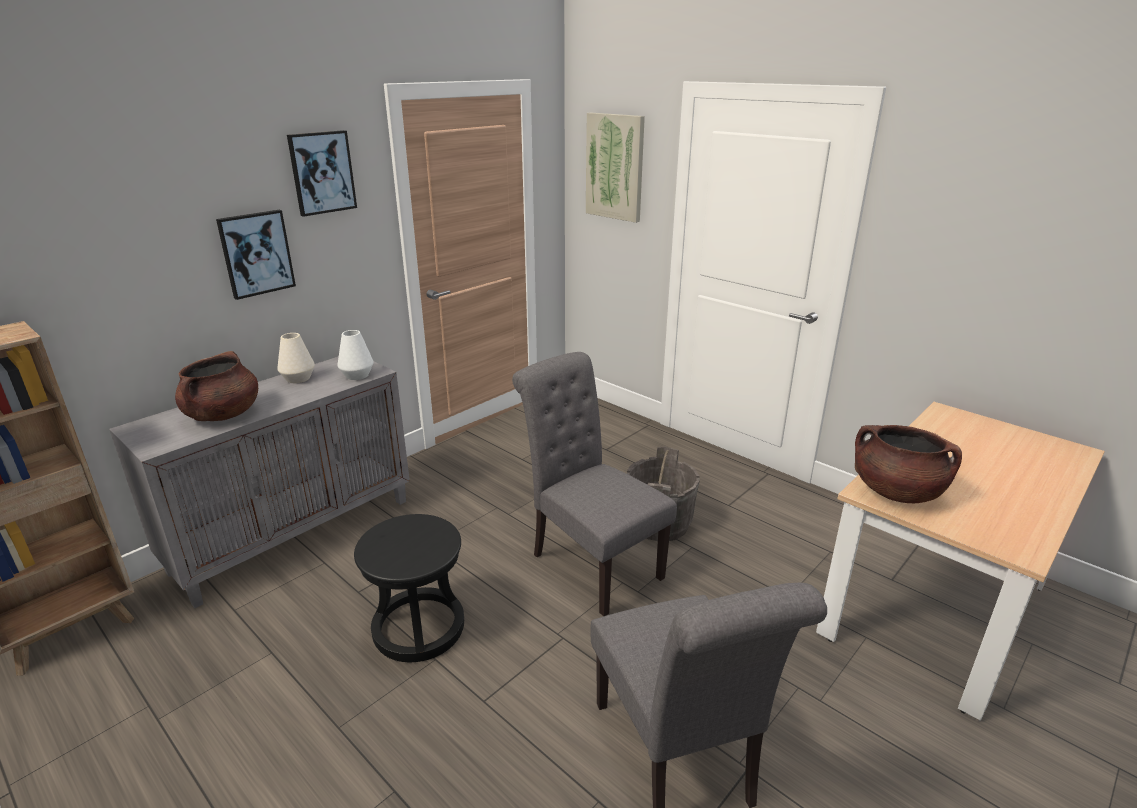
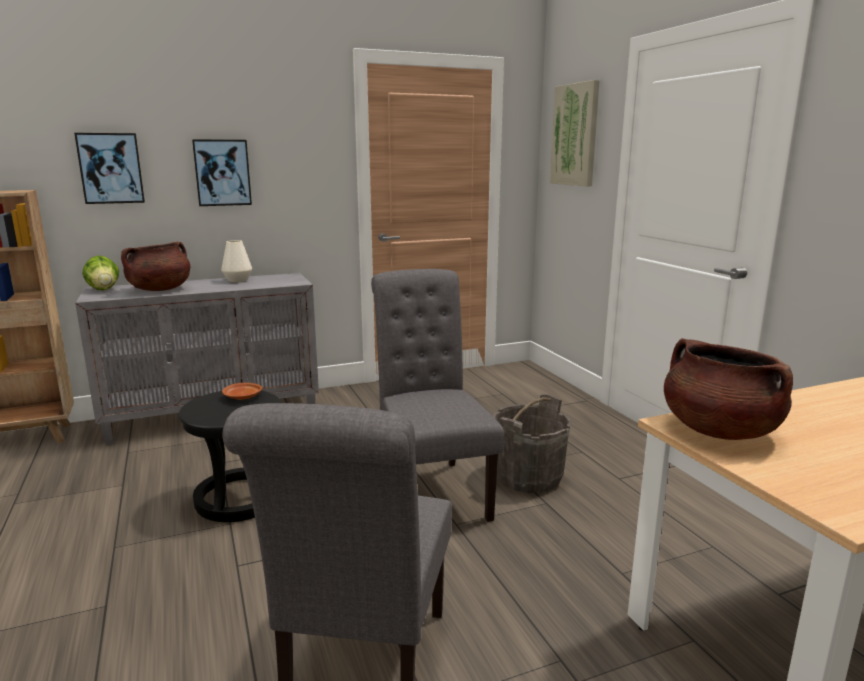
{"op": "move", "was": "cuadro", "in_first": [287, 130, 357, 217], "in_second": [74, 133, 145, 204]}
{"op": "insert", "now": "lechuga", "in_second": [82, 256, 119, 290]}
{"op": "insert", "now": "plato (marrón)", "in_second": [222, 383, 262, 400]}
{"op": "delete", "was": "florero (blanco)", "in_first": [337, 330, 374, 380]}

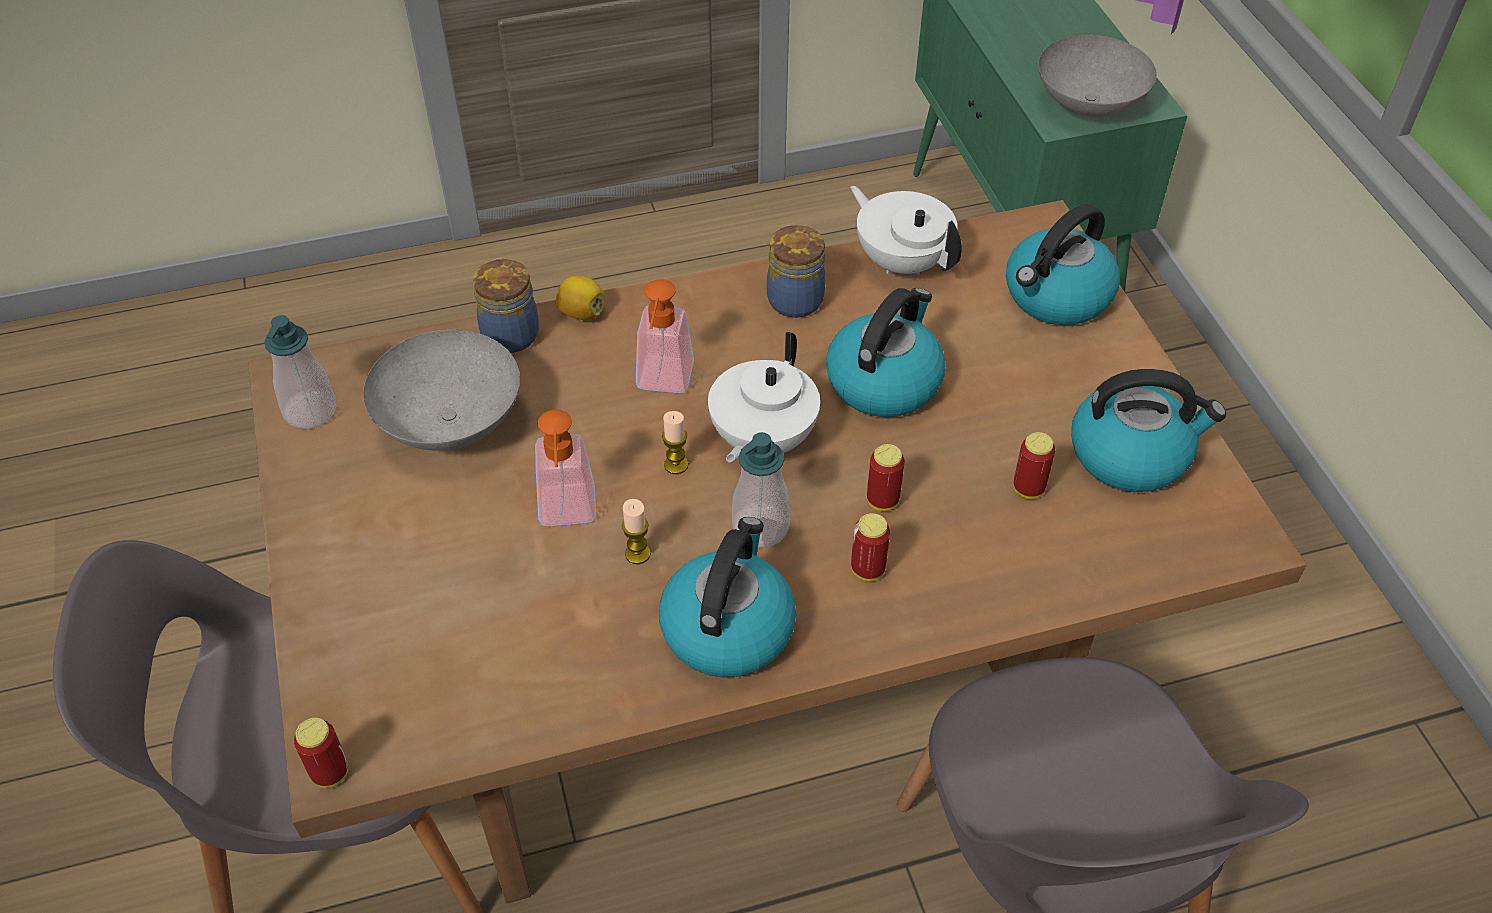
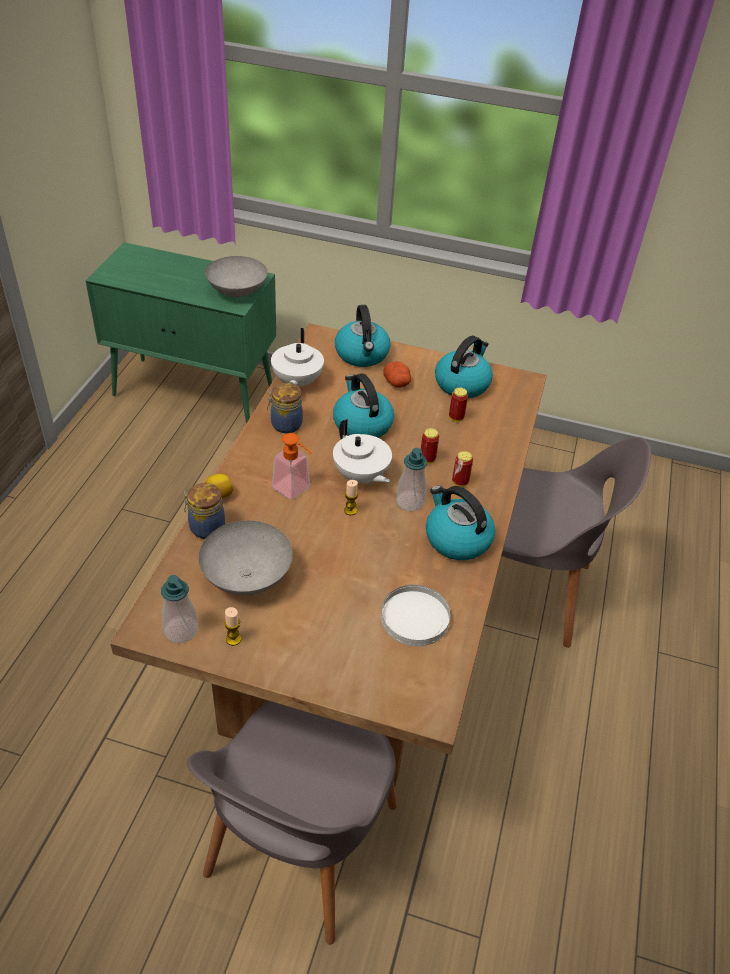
{"op": "move", "was": "vela", "in_first": [622, 499, 651, 564], "in_second": [224, 607, 241, 646]}
{"op": "rotate", "was": "tetera (blanco)", "in_first": [850, 186, 962, 275], "in_second": [271, 328, 324, 387], "clockwise": -75}
{"op": "insert", "now": "plato (blanco)", "in_second": [381, 585, 450, 646]}
{"op": "insert", "now": "patata", "in_second": [384, 362, 411, 388]}
{"op": "delete", "was": "lata", "in_first": [294, 718, 349, 788]}
{"op": "delete", "was": "dispensador de jabón", "in_first": [535, 409, 596, 526]}

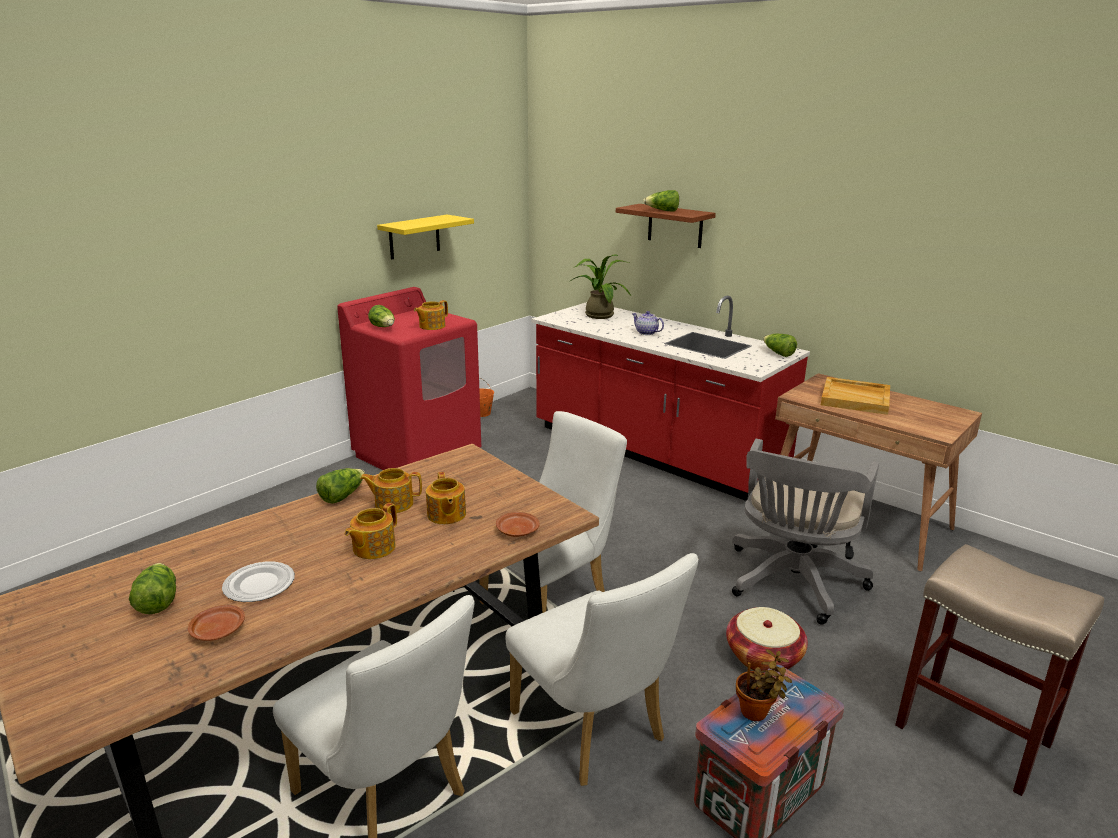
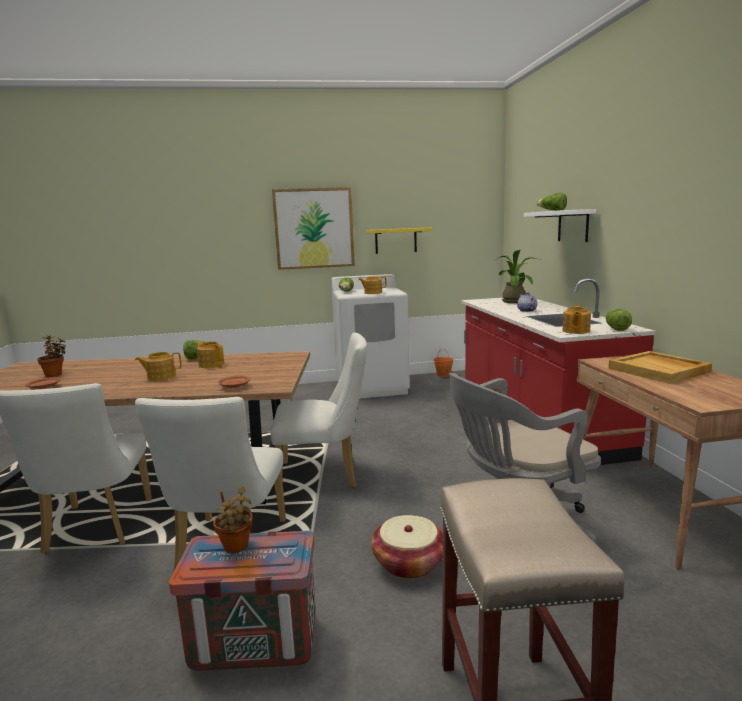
{"op": "replace", "was": "lechuga", "now": "planta en maceta", "in_first": [129, 563, 176, 614], "in_second": [37, 336, 66, 377]}
{"op": "insert", "now": "cuadro", "in_second": [272, 187, 355, 270]}
{"op": "recolor", "was": "lavadora (rojo)", "now": "lavadora (blanco)", "in_first": [337, 287, 481, 470], "in_second": [331, 274, 410, 399]}
{"op": "recolor", "was": "estante (marrón)", "now": "estante (blanco)", "in_first": [616, 204, 716, 248], "in_second": [524, 209, 596, 242]}
{"op": "move", "was": "tetera", "in_first": [426, 472, 466, 524], "in_second": [563, 306, 591, 334]}
{"op": "delete", "was": "plato", "in_first": [222, 562, 295, 602]}

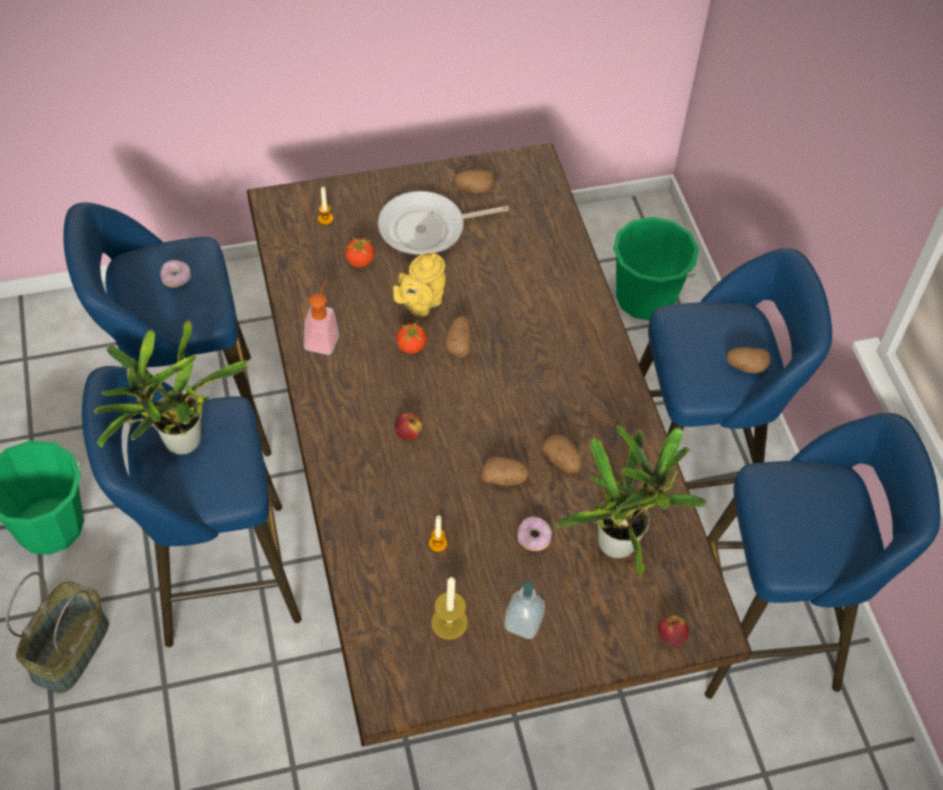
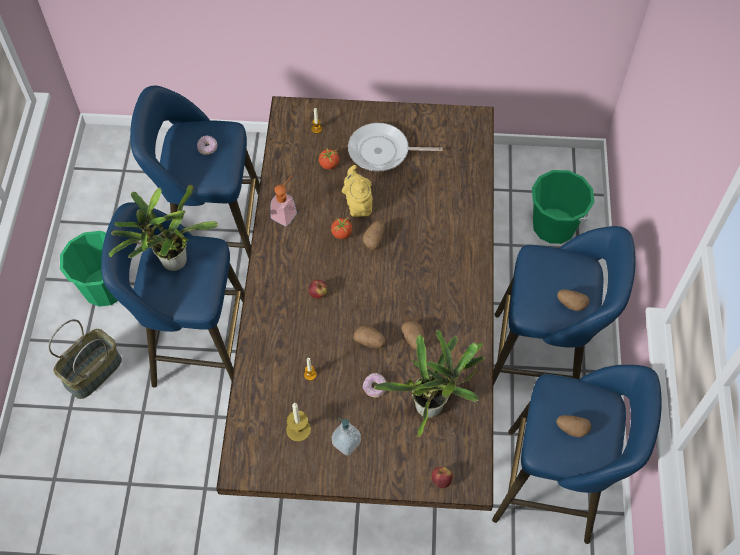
{"op": "rotate", "was": "tetera (amarillo)", "in_first": [393, 253, 446, 318], "in_second": [342, 165, 373, 217], "clockwise": 105}
{"op": "move", "was": "patata", "in_first": [454, 170, 495, 193], "in_second": [556, 415, 591, 437]}

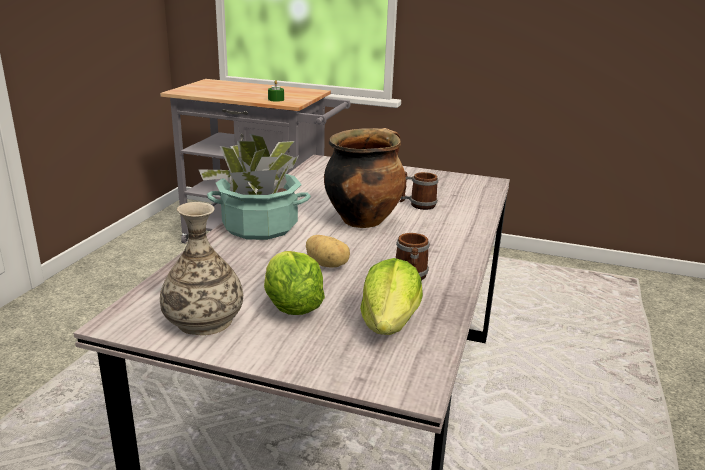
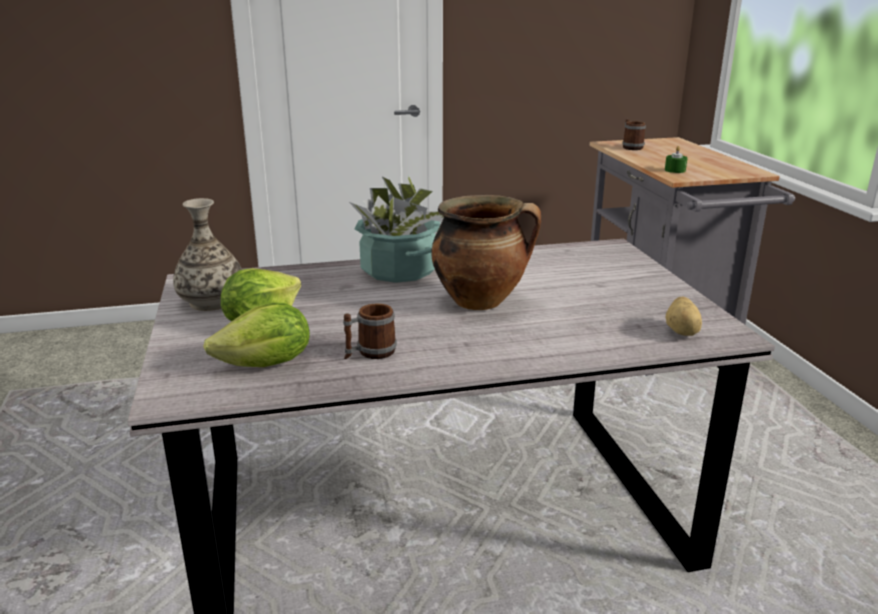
{"op": "move", "was": "taza grande", "in_first": [399, 172, 438, 210], "in_second": [622, 118, 646, 150]}
{"op": "move", "was": "patata", "in_first": [306, 235, 350, 268], "in_second": [665, 297, 702, 336]}

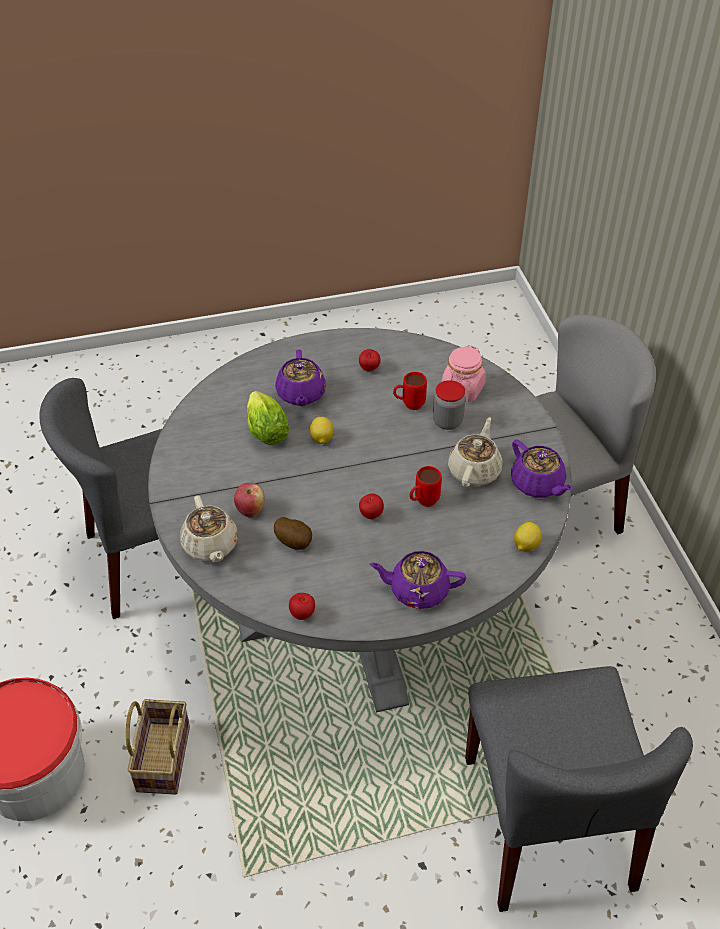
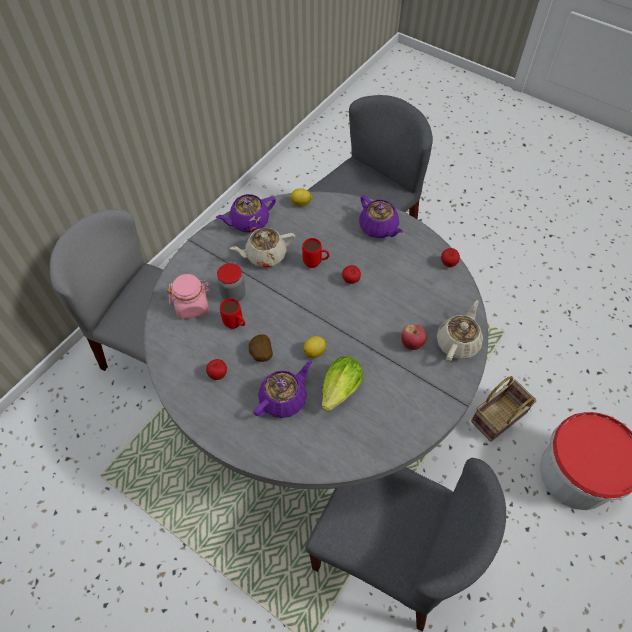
{"op": "rotate", "was": "tetera (morado)", "in_first": [511, 440, 573, 498], "in_second": [216, 194, 276, 233], "clockwise": -135}
{"op": "move", "was": "patata", "in_first": [274, 517, 312, 550], "in_second": [249, 334, 273, 362]}

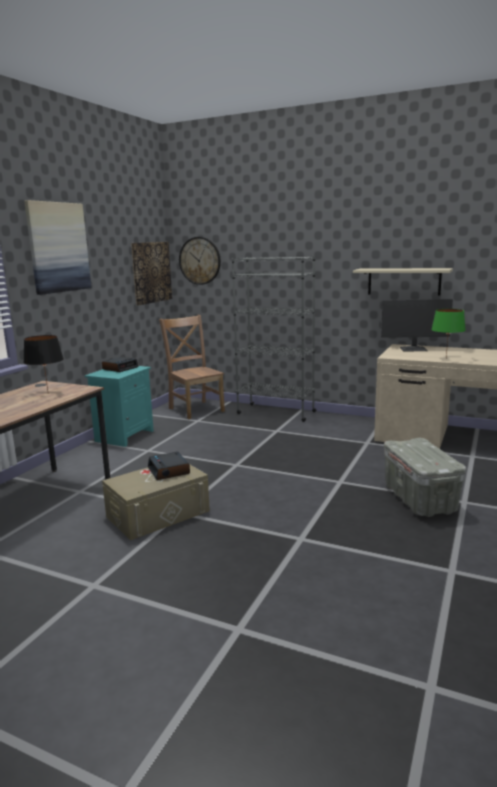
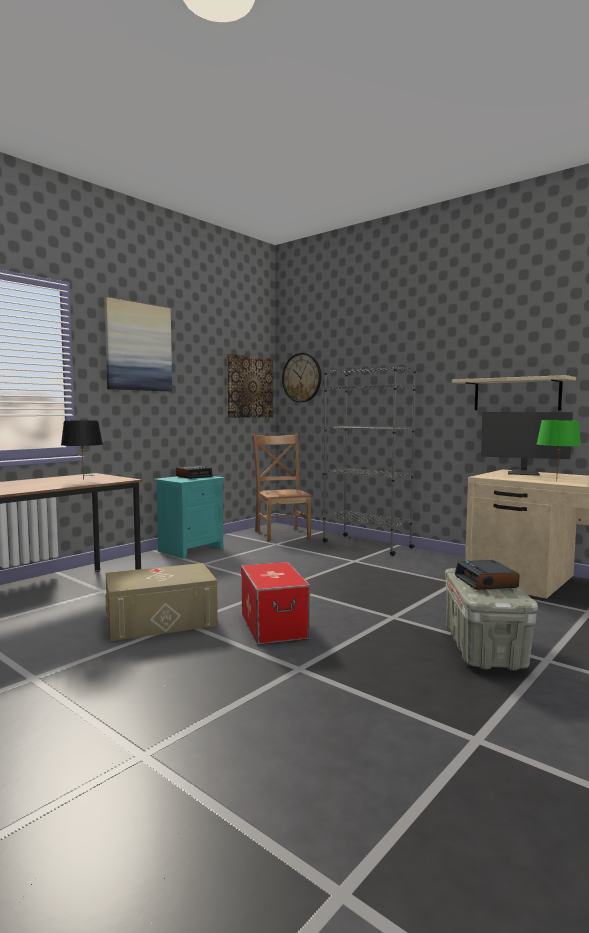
{"op": "insert", "now": "caja de almacenaje", "in_second": [241, 562, 310, 645]}
{"op": "move", "was": "despertador", "in_first": [148, 452, 190, 480], "in_second": [454, 560, 519, 590]}

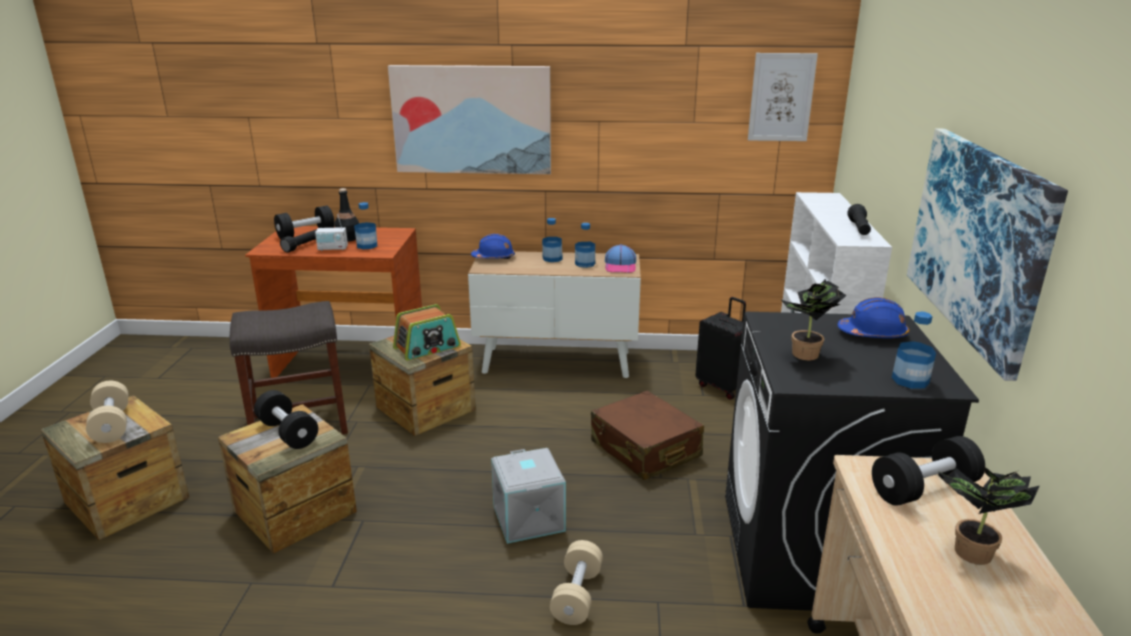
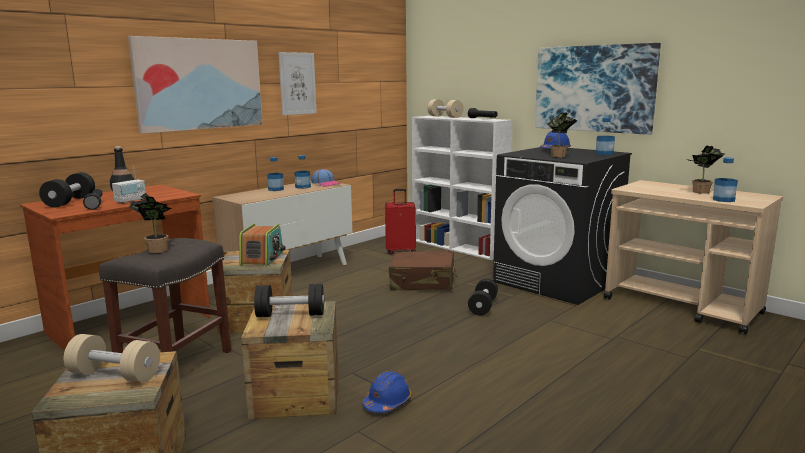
{"op": "insert", "now": "planta en maceta", "in_second": [129, 193, 172, 253]}
{"op": "move", "was": "cuadro", "in_first": [748, 53, 818, 141], "in_second": [278, 52, 317, 116]}
{"op": "move", "was": "casco (azul)", "in_first": [471, 233, 515, 259], "in_second": [362, 371, 411, 413]}
{"op": "recolor", "was": "maleta (negro)", "now": "maleta (rojo)", "in_first": [696, 297, 746, 400], "in_second": [385, 189, 416, 255]}
{"op": "move", "was": "mancuerna (beis)", "in_first": [550, 540, 603, 625], "in_second": [427, 99, 464, 118]}
{"op": "move", "was": "mancuerna (negro)", "in_first": [872, 436, 985, 506], "in_second": [468, 278, 498, 316]}
{"op": "move", "was": "botella", "in_first": [354, 202, 377, 249], "in_second": [713, 157, 738, 202]}
{"op": "delete", "was": "caja de almacenaje (gris)", "in_first": [491, 448, 566, 544]}

